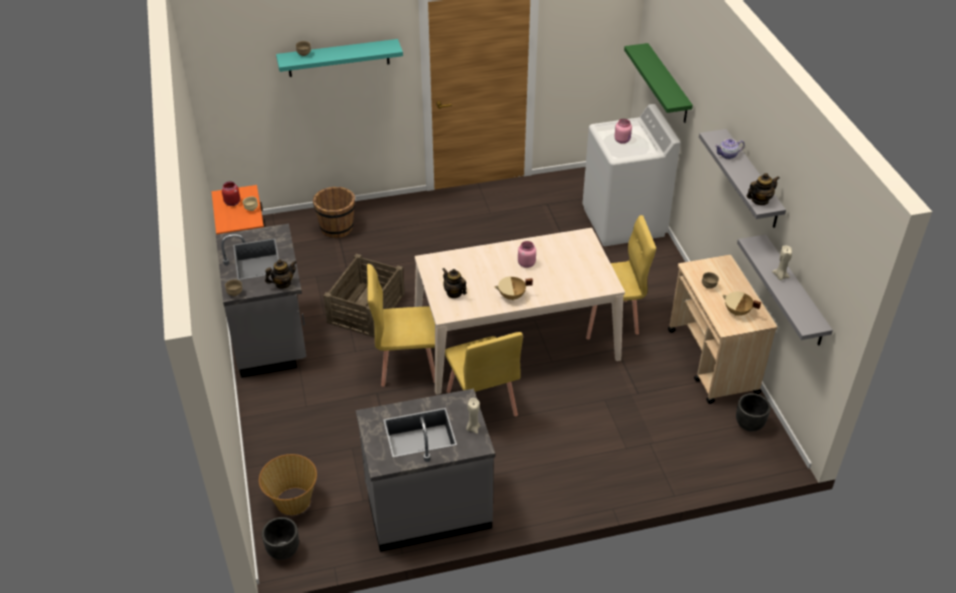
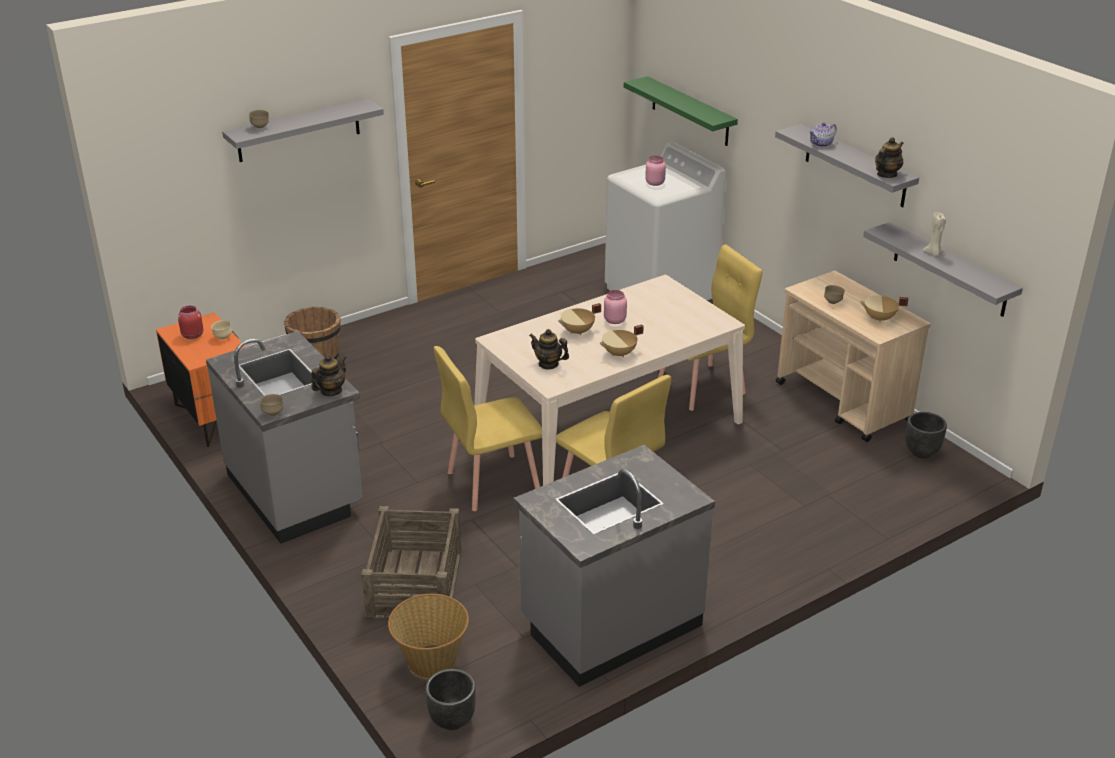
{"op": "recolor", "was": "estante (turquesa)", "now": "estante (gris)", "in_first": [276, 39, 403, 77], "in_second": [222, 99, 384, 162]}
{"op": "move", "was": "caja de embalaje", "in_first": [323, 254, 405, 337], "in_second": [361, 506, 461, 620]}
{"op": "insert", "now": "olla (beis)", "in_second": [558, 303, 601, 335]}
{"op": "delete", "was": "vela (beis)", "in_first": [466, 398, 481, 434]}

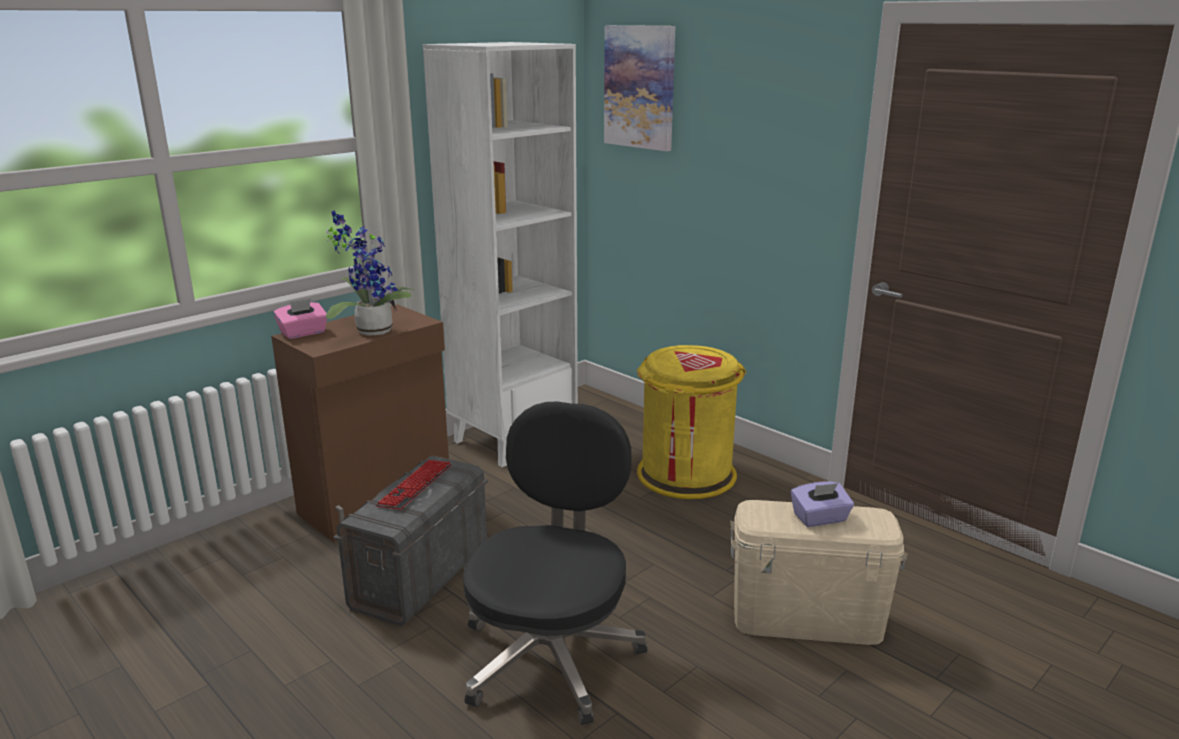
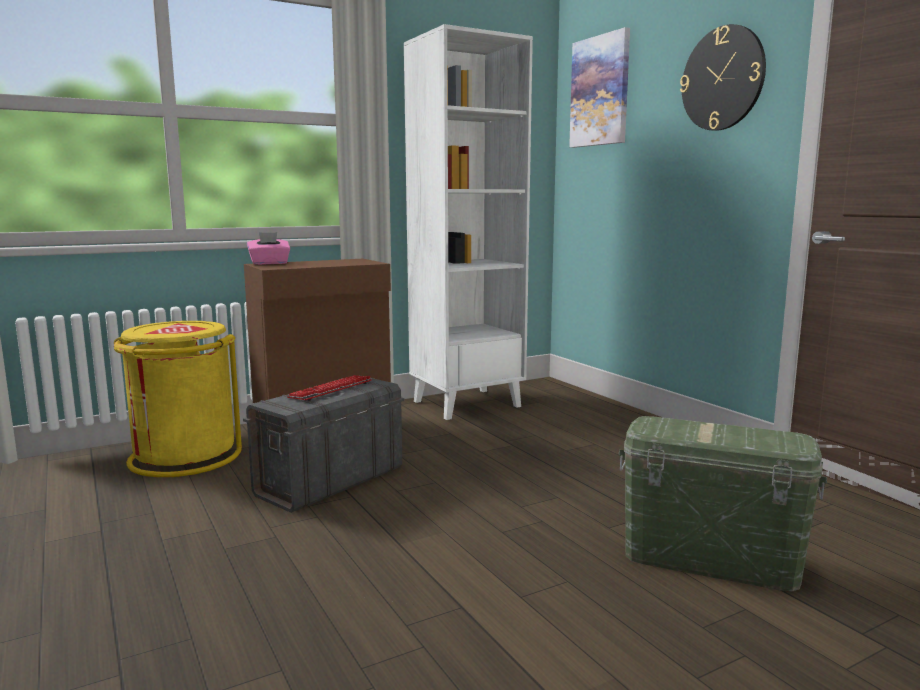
{"op": "move", "was": "papelera (amarillo)", "in_first": [637, 345, 746, 499], "in_second": [114, 321, 242, 477]}
{"op": "recolor", "was": "caja de almacenaje (beis)", "now": "caja de almacenaje (verde)", "in_first": [730, 500, 908, 645], "in_second": [619, 416, 827, 592]}
{"op": "insert", "now": "reloj de pared", "in_second": [680, 24, 766, 131]}
{"op": "delete", "was": "planta en maceta", "in_first": [326, 210, 416, 336]}
{"op": "delete", "was": "silla de oficina (negro)", "in_first": [463, 401, 647, 725]}
{"op": "delete", "was": "caja de pañuelos (morado)", "in_first": [791, 481, 854, 527]}

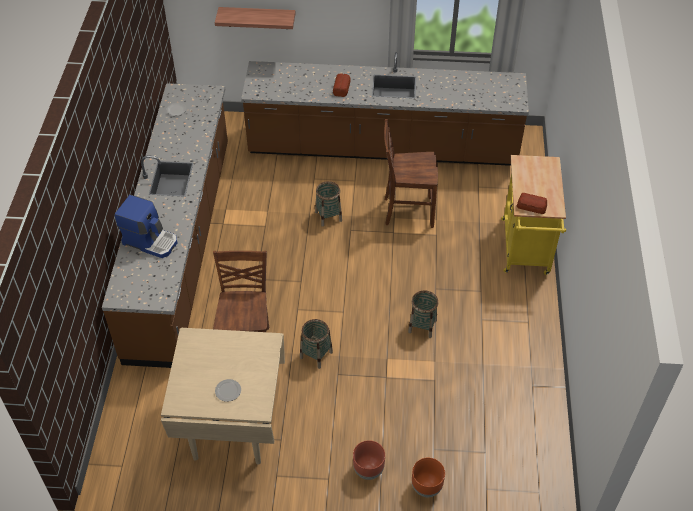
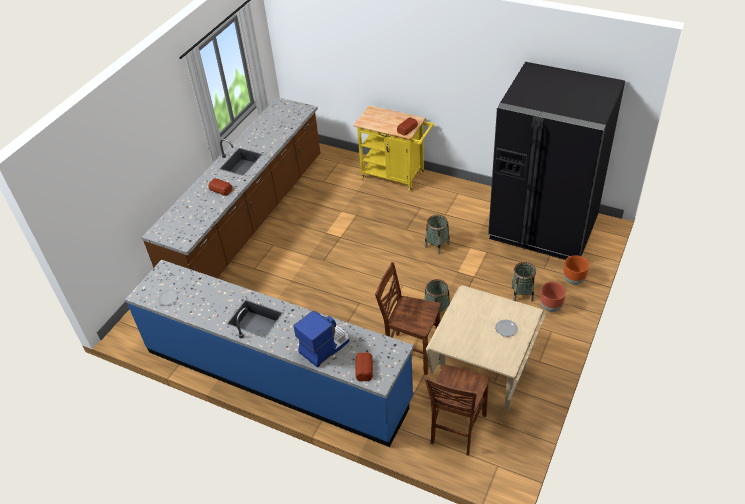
{"op": "recolor", "was": "mueble bajo de cocina (marrón)", "now": "mueble bajo de cocina (azul)", "in_first": [102, 83, 228, 368], "in_second": [125, 260, 414, 447]}
{"op": "insert", "now": "pan", "in_second": [355, 352, 373, 382]}
{"op": "move", "was": "silla (marrón)", "in_first": [384, 119, 438, 228], "in_second": [425, 365, 490, 456]}
{"op": "insert", "now": "nevera (negro)", "in_second": [488, 62, 625, 260]}
{"op": "move", "was": "cesta", "in_first": [315, 181, 342, 227], "in_second": [511, 262, 536, 301]}
{"op": "delete", "was": "estante", "in_first": [215, 7, 296, 29]}

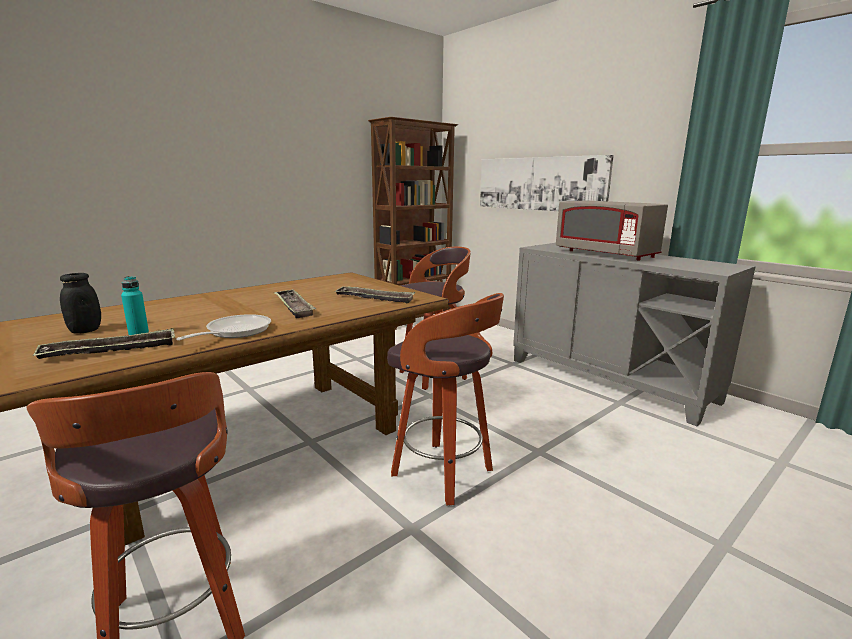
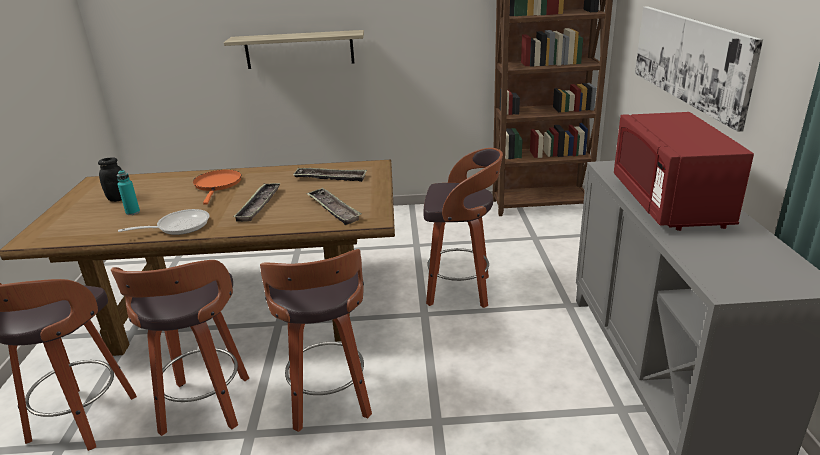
{"op": "insert", "now": "taburete", "in_second": [111, 260, 249, 436]}
{"op": "insert", "now": "sartén (naranja)", "in_second": [193, 170, 241, 205]}
{"op": "insert", "now": "estante", "in_second": [224, 30, 364, 69]}
{"op": "move", "was": "bandeja", "in_first": [33, 328, 175, 359], "in_second": [293, 168, 367, 182]}
{"op": "recolor", "was": "microondas (gris)", "now": "microondas (rojo)", "in_first": [556, 201, 668, 261], "in_second": [614, 112, 754, 231]}

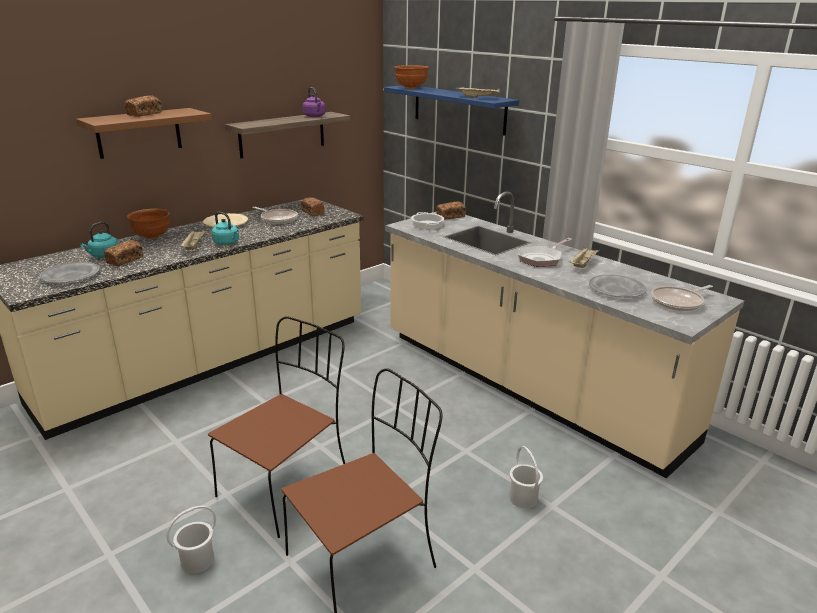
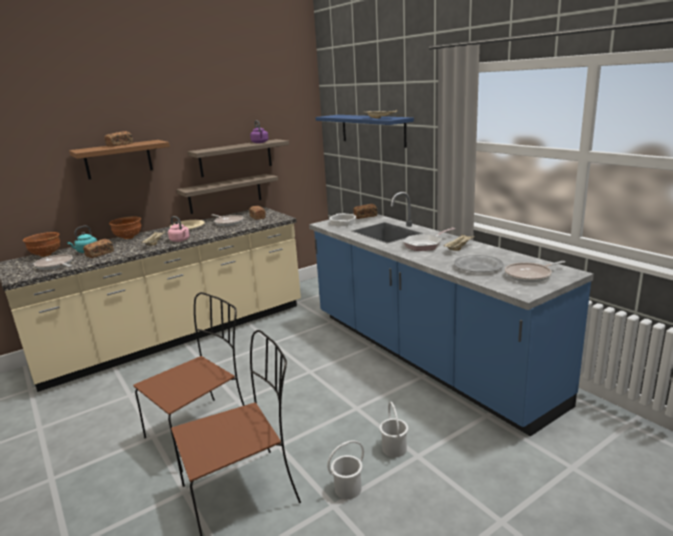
{"op": "move", "was": "cuenco (marrón)", "in_first": [394, 65, 429, 89], "in_second": [23, 232, 60, 257]}
{"op": "replace", "was": "plato (gris)", "now": "sartén", "in_first": [40, 262, 100, 283], "in_second": [34, 254, 73, 270]}
{"op": "recolor", "was": "hervidor (turquesa)", "now": "hervidor (rosa)", "in_first": [211, 212, 239, 245], "in_second": [168, 216, 190, 242]}
{"op": "insert", "now": "estante", "in_second": [176, 174, 278, 214]}
{"op": "recolor", "was": "mueble bajo de cocina (beis)", "now": "mueble bajo de cocina (azul)", "in_first": [385, 191, 744, 478], "in_second": [309, 192, 594, 437]}
{"op": "move", "was": "cubo (blanco)", "in_first": [166, 506, 216, 574], "in_second": [327, 440, 364, 499]}

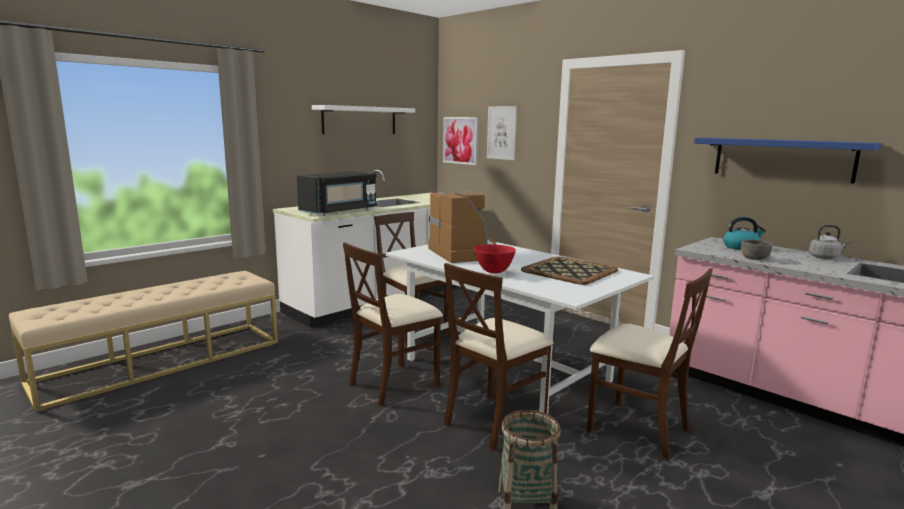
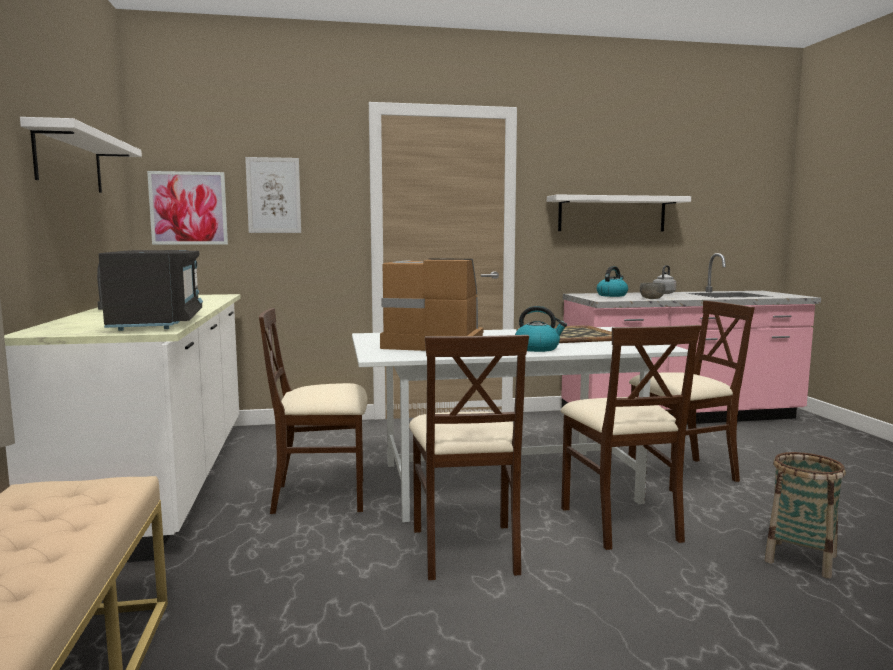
{"op": "replace", "was": "cuenco (rojo)", "now": "hervidor", "in_first": [474, 244, 516, 273], "in_second": [515, 306, 567, 352]}
{"op": "recolor", "was": "estante (azul)", "now": "estante (blanco)", "in_first": [694, 138, 882, 184], "in_second": [547, 195, 691, 231]}

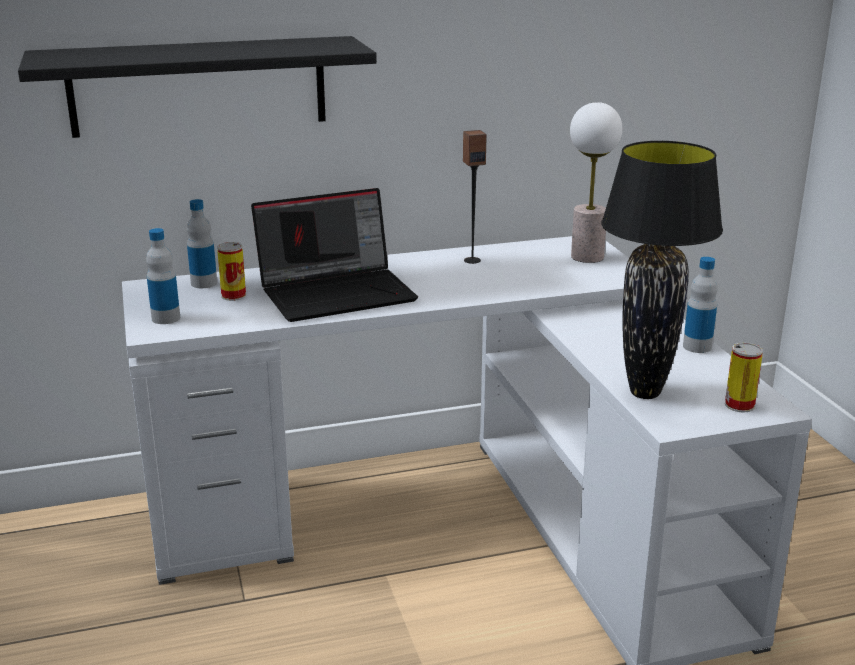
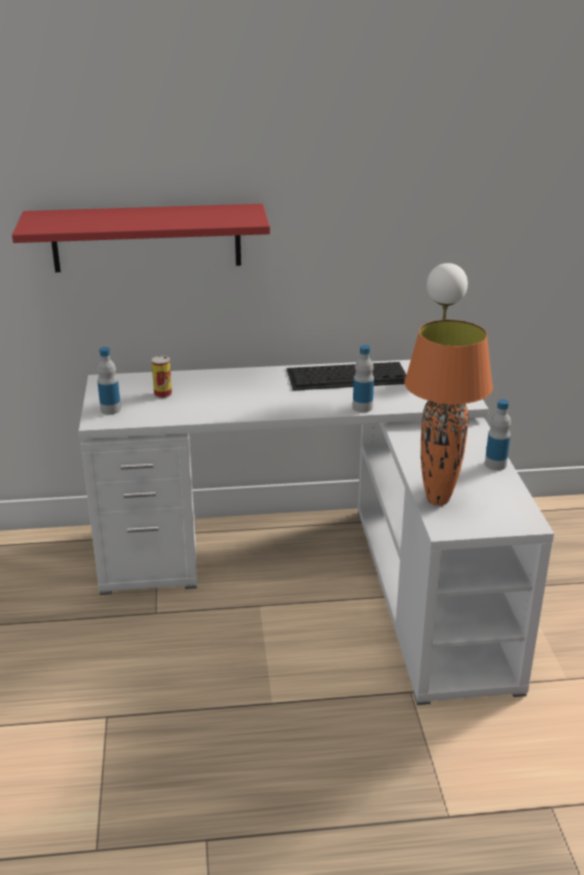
{"op": "recolor", "was": "estante (negro)", "now": "estante (rojo)", "in_first": [18, 36, 377, 138], "in_second": [12, 204, 270, 272]}
{"op": "replace", "was": "altavoz", "now": "teclado", "in_first": [463, 130, 487, 264], "in_second": [287, 362, 406, 391]}
{"op": "move", "was": "botella", "in_first": [187, 199, 217, 288], "in_second": [353, 345, 374, 412]}
{"op": "recolor", "was": "lámpara de mesa (negro)", "now": "lámpara de mesa (naranja)", "in_first": [601, 141, 723, 399], "in_second": [404, 320, 493, 506]}
{"op": "delete", "was": "portátil", "in_first": [251, 188, 418, 322]}
{"op": "delete", "was": "lata", "in_first": [725, 342, 763, 413]}

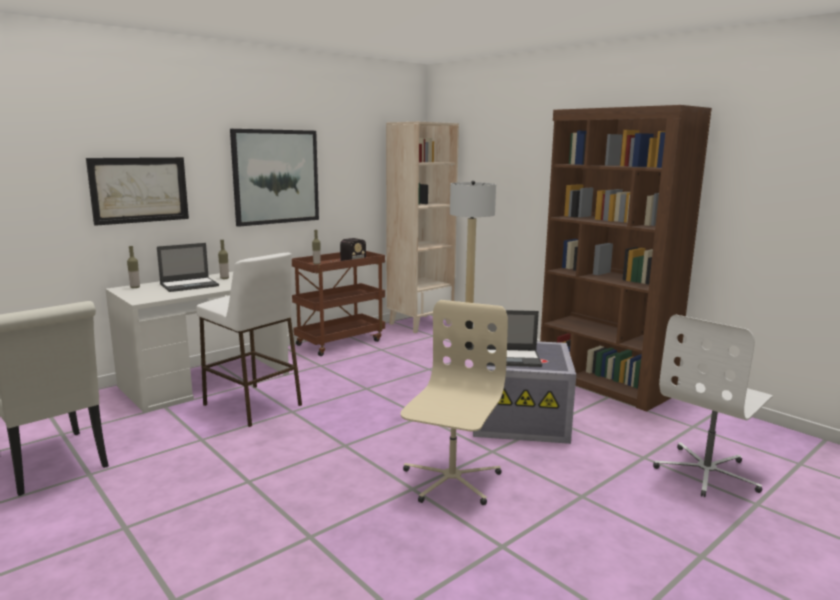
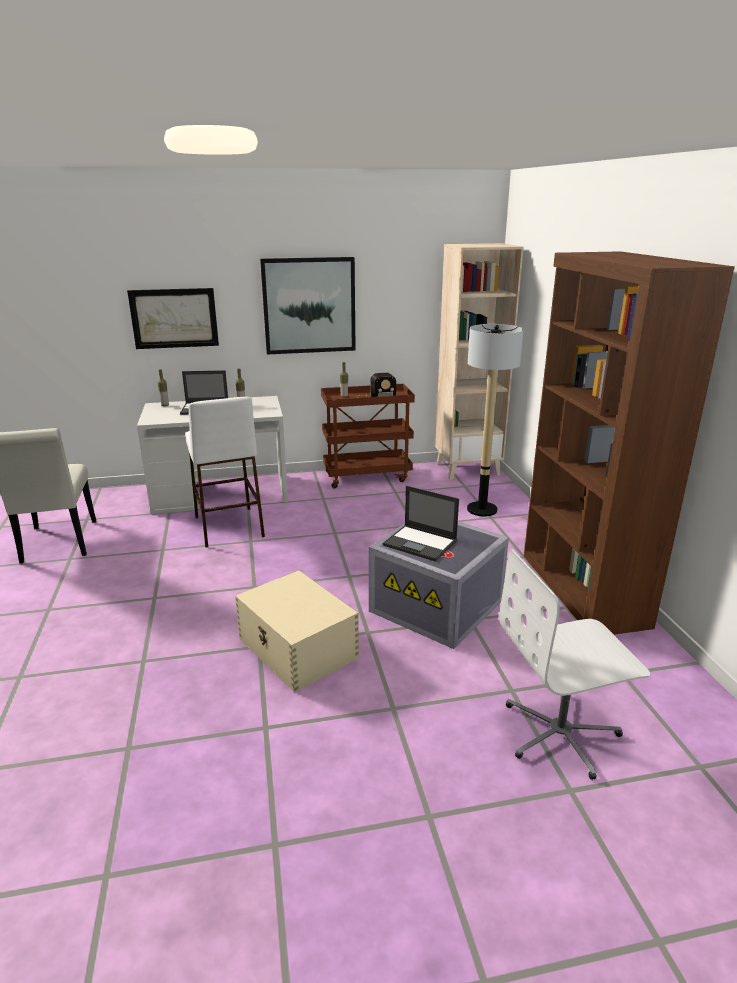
{"op": "replace", "was": "silla de oficina (beis)", "now": "caja de almacenaje (beis)", "in_first": [400, 300, 508, 505], "in_second": [235, 570, 359, 693]}

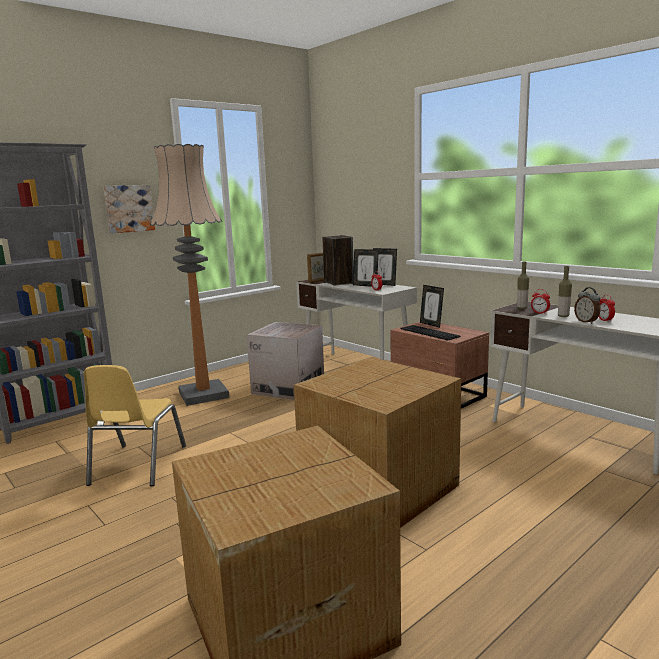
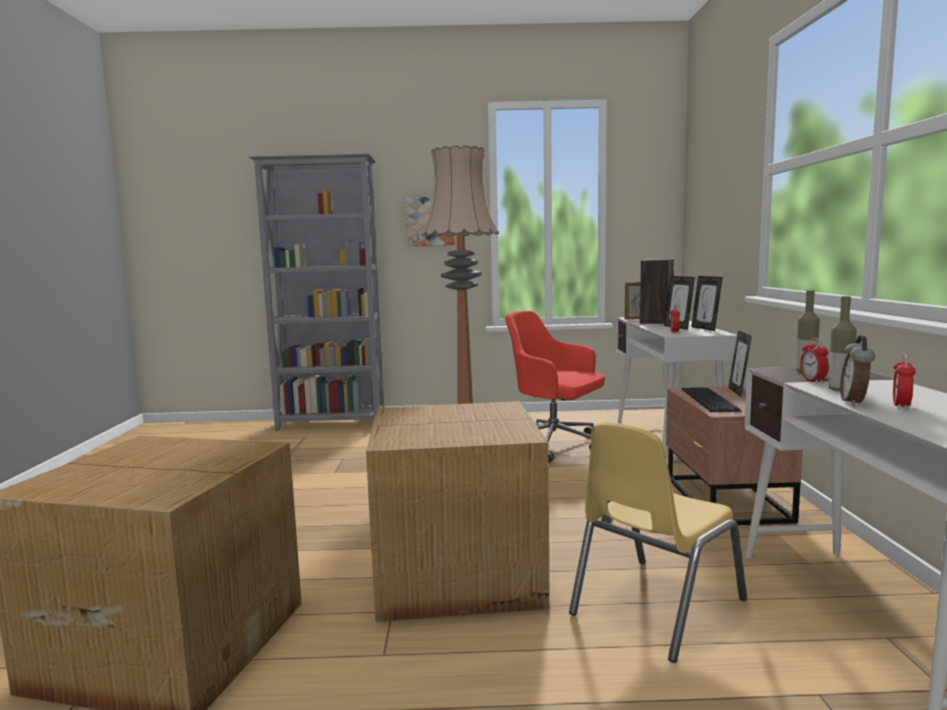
{"op": "replace", "was": "caja de cartón", "now": "silla de oficina (rojo)", "in_first": [247, 322, 324, 400], "in_second": [505, 311, 605, 463]}
{"op": "move", "was": "silla (amarillo)", "in_first": [84, 365, 186, 486], "in_second": [569, 422, 747, 663]}

